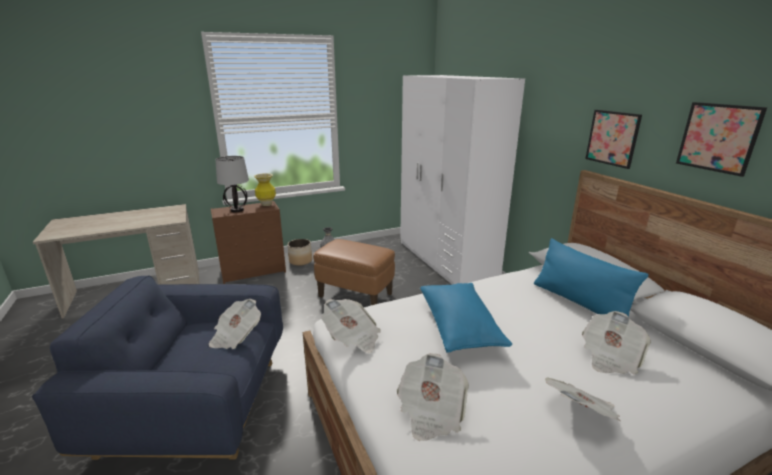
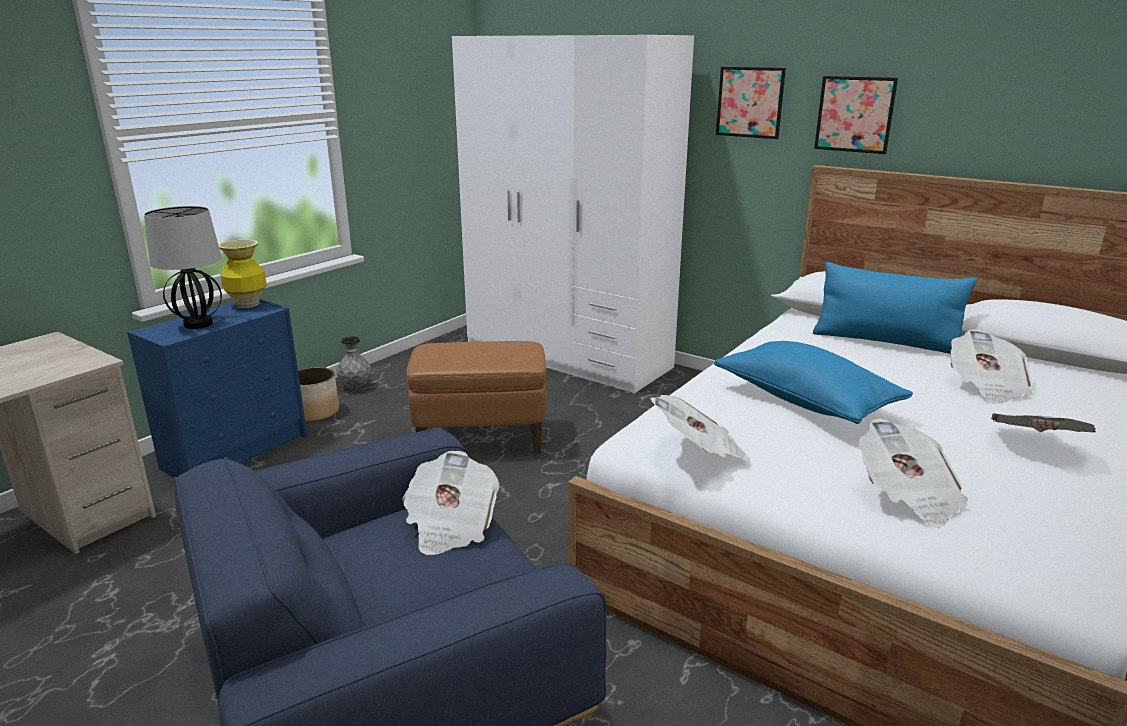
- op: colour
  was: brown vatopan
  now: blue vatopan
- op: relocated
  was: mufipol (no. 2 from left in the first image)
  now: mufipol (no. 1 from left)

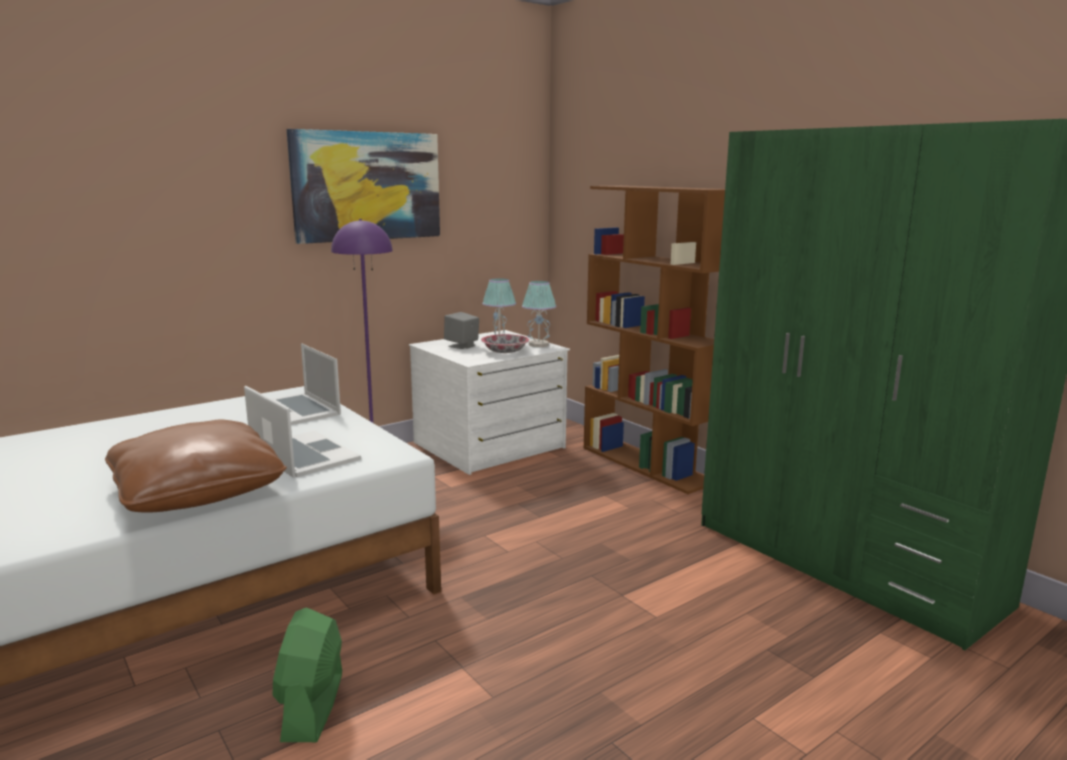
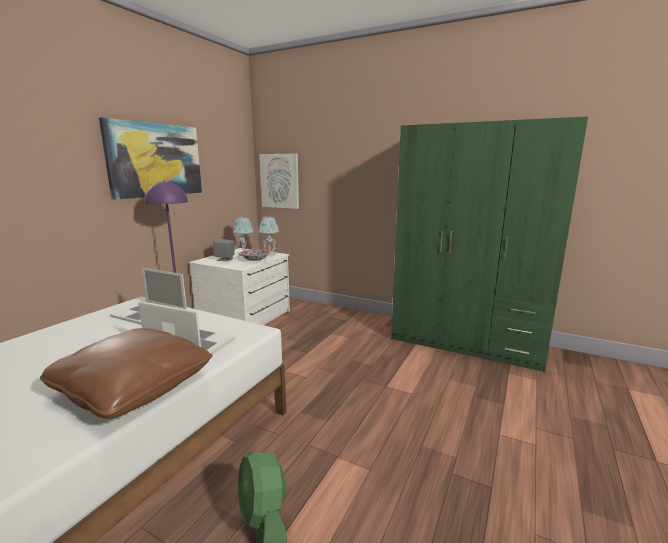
- op: missing
  was: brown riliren
- op: appeared
  now: mufipol (no. 2 from left)

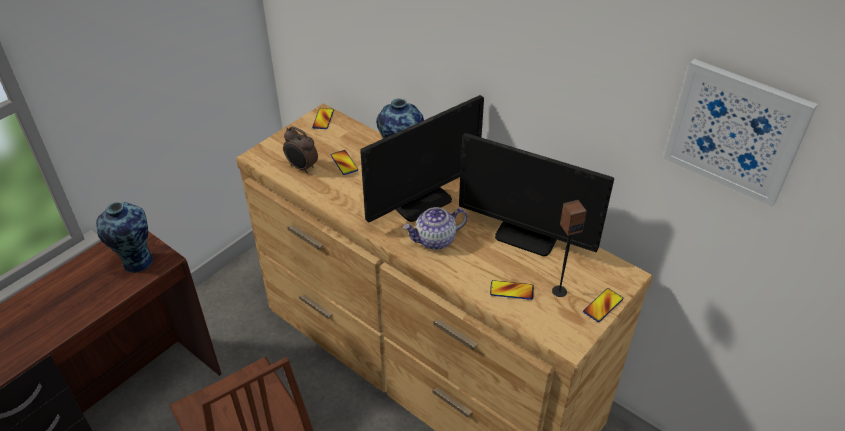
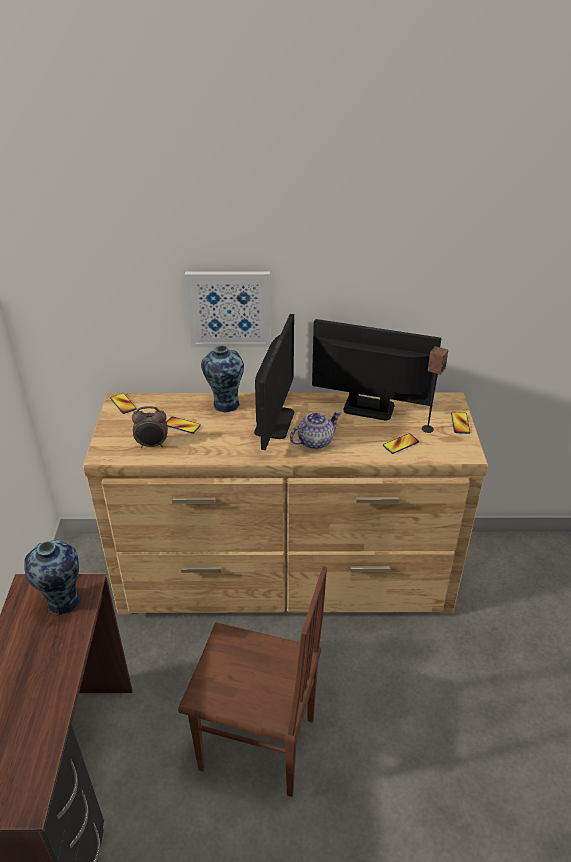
- op: spun
  was: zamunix
  clockwise: -150
- op: spun
  was: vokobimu (no. 2 from left)
  clockwise: -150
- op: relocated
  was: mufipol

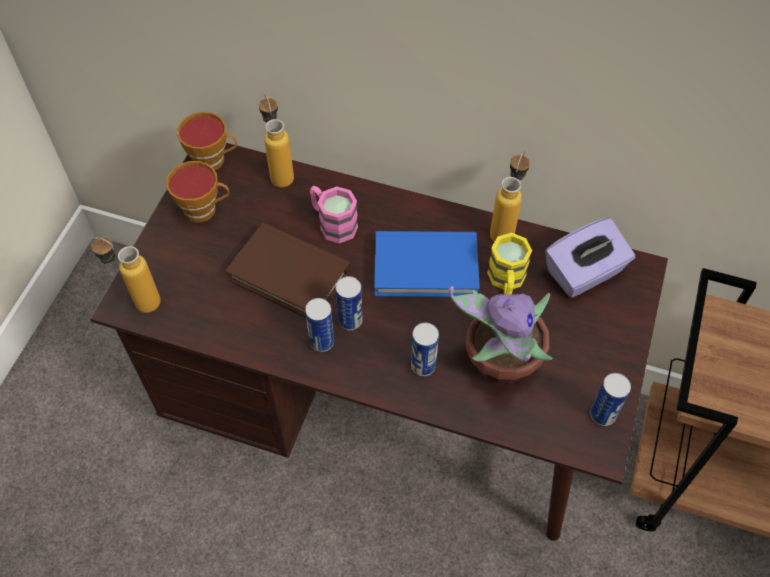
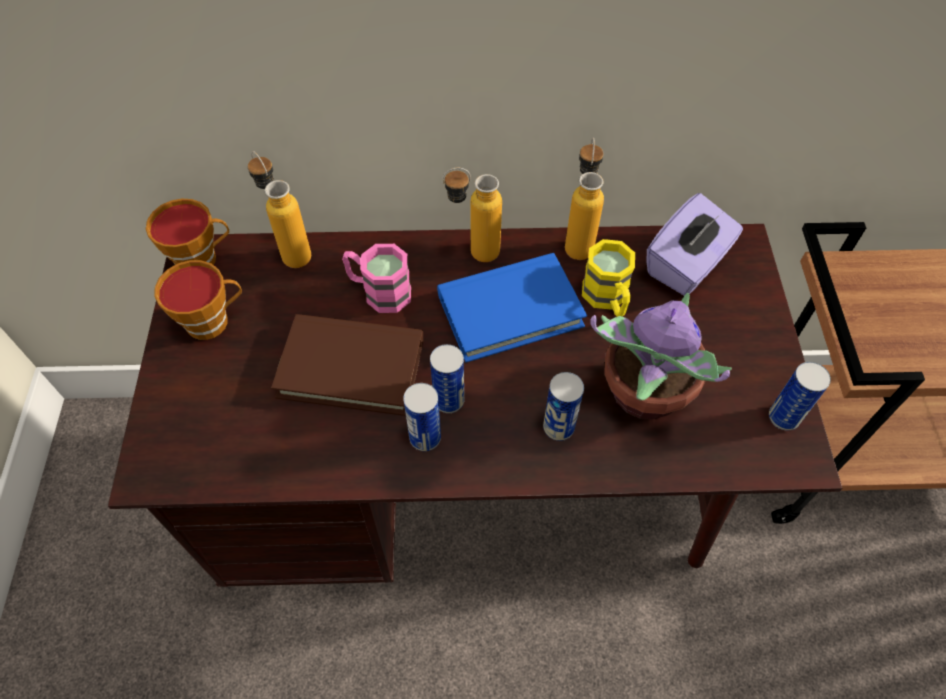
- op: relocated
  was: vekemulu (no. 1 from left in the first image)
  now: vekemulu (no. 2 from left)

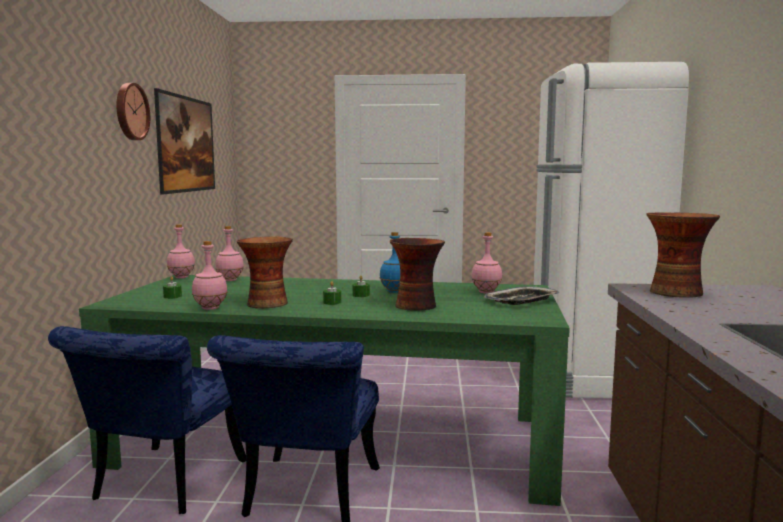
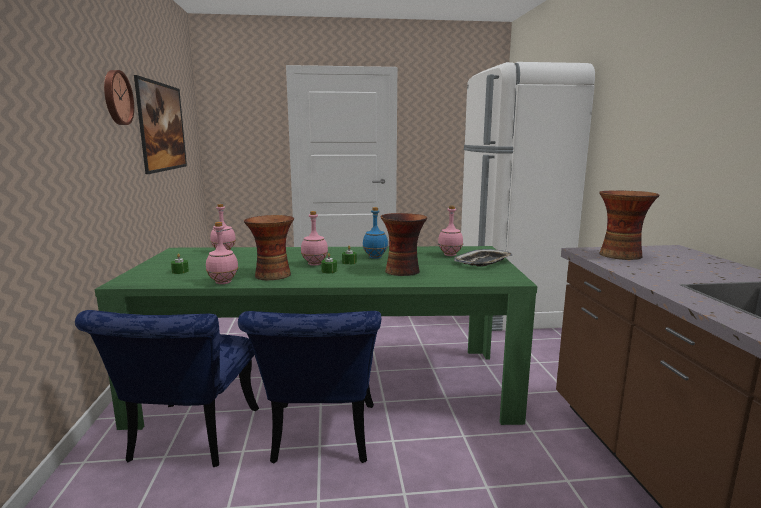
- op: relocated
  was: pink vekemulu (no. 1 from left in the first image)
  now: pink vekemulu (no. 3 from left)

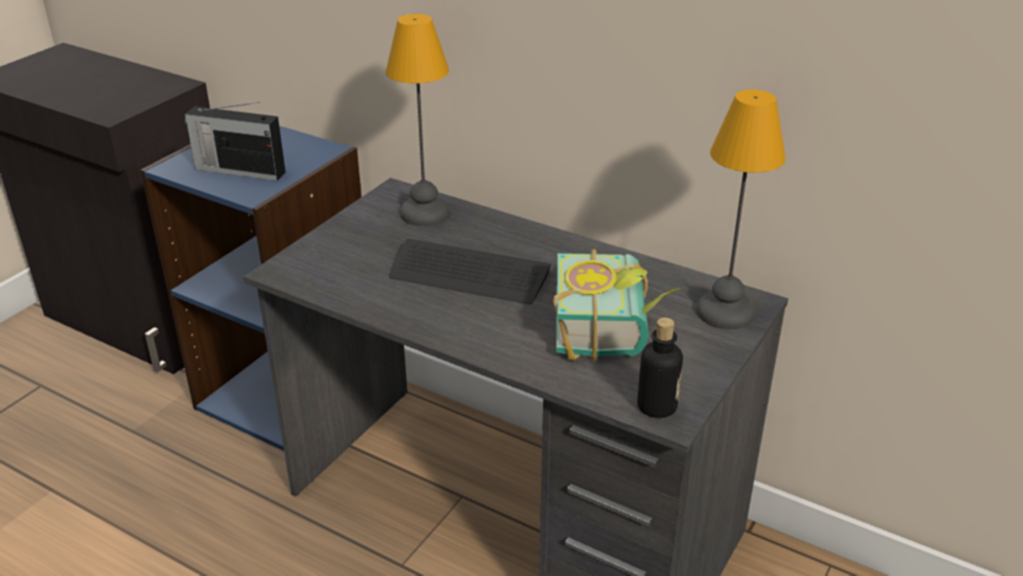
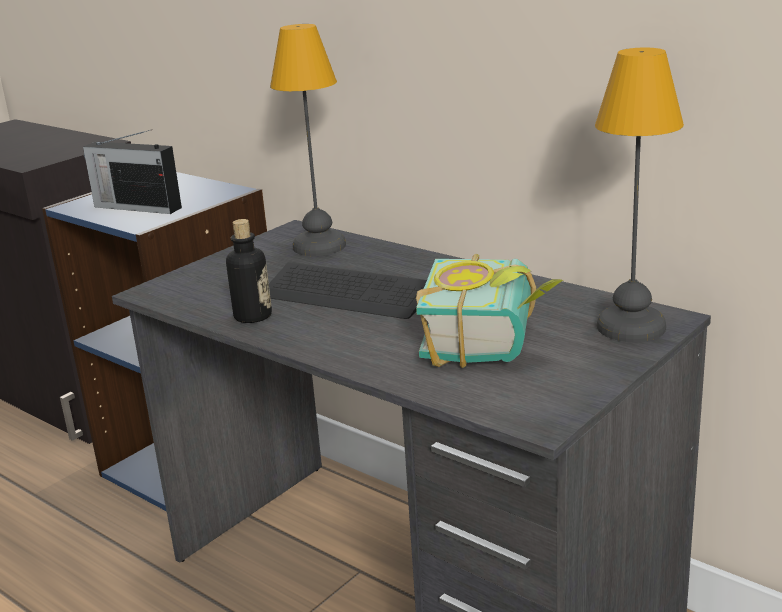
- op: relocated
  was: vekemulu

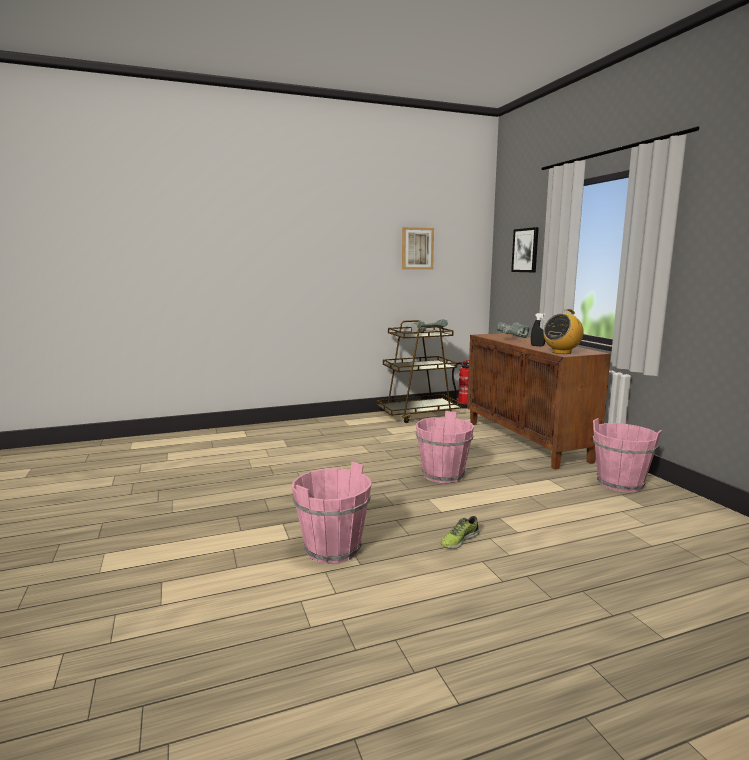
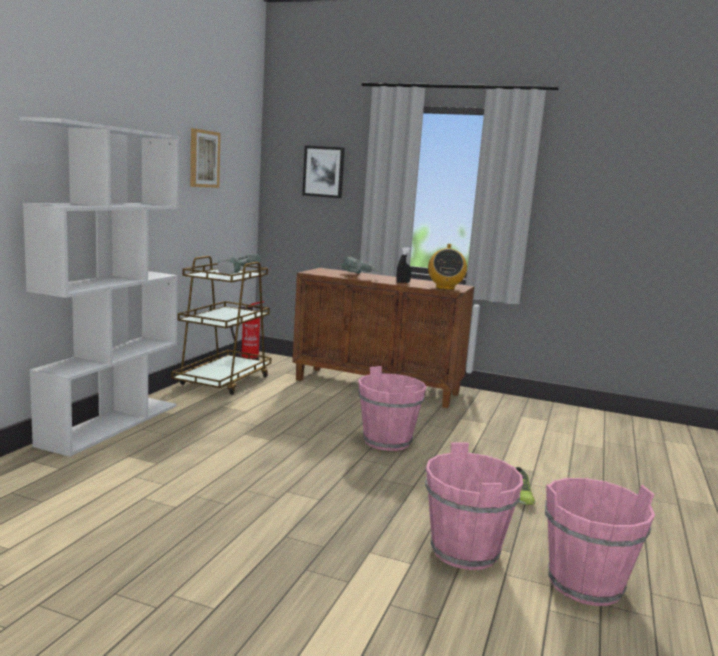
- op: relocated
  was: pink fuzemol (no. 3 from left)
- op: appeared
  now: white riliren

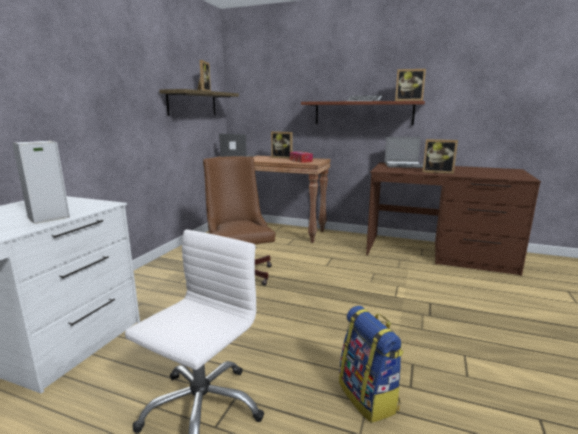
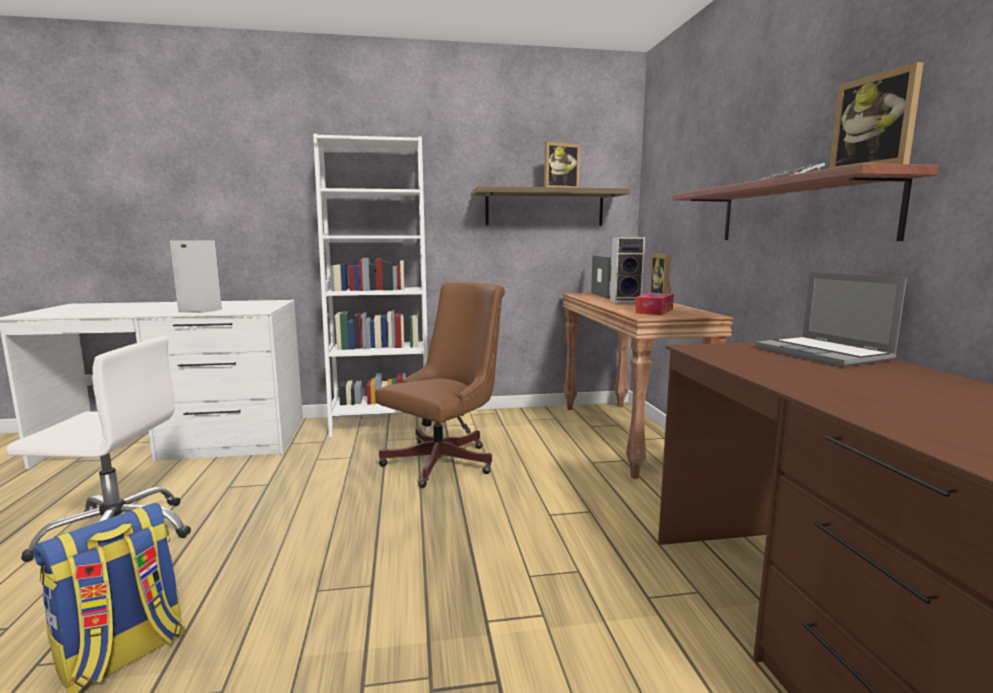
- op: missing
  was: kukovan (no. 4 from left)
- op: appeared
  now: white riliren
- op: appeared
  now: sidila (no. 2 from left)

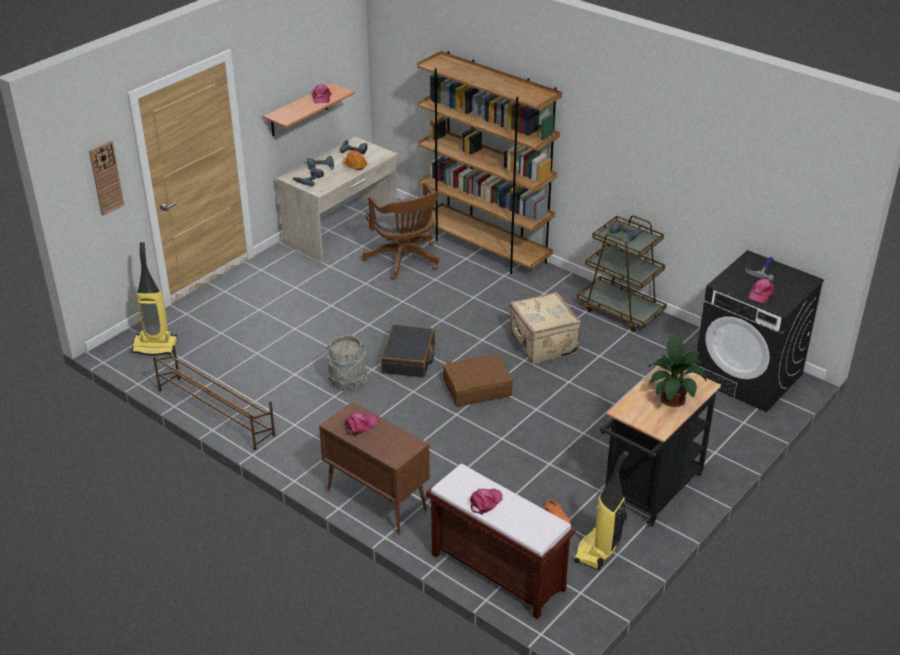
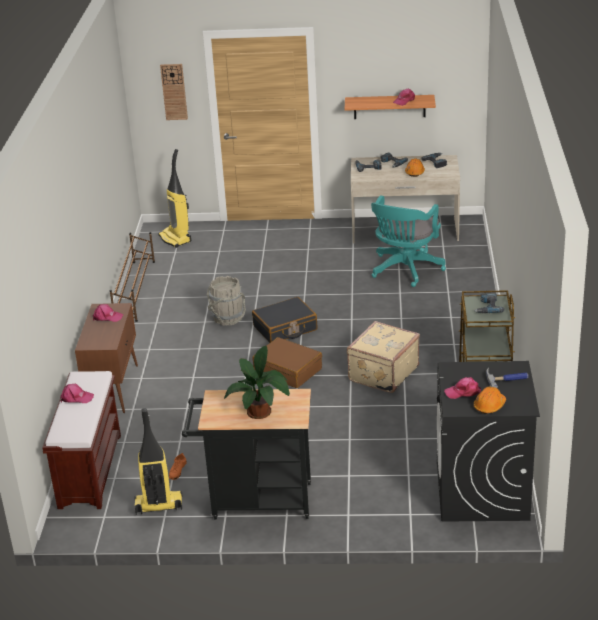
- op: colour
  was: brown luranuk
  now: turquoise luranuk
- op: missing
  was: brown riliren
- op: appeared
  now: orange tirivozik (no. 2 from left)

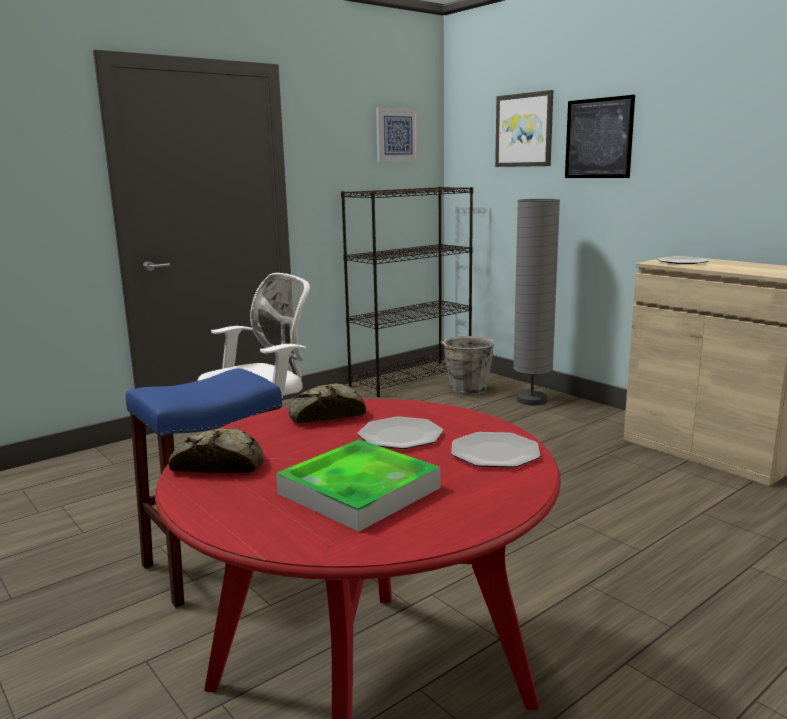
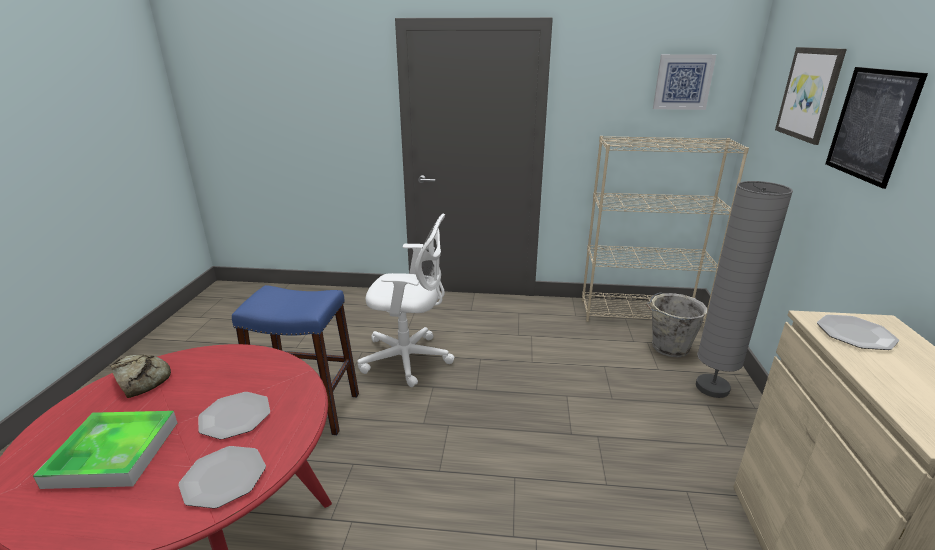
- op: missing
  was: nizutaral (no. 2 from left)
- op: colour
  was: black riliren
  now: beige riliren

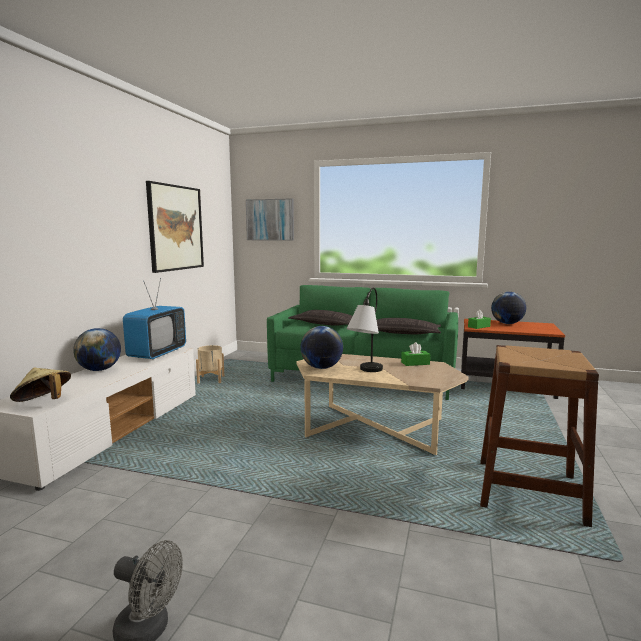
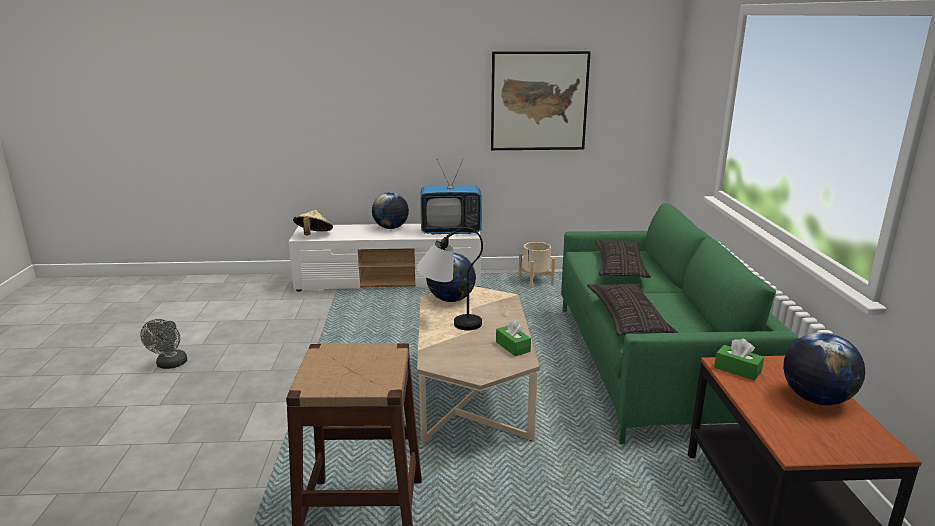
- op: missing
  was: mufipol (no. 2 from left)

